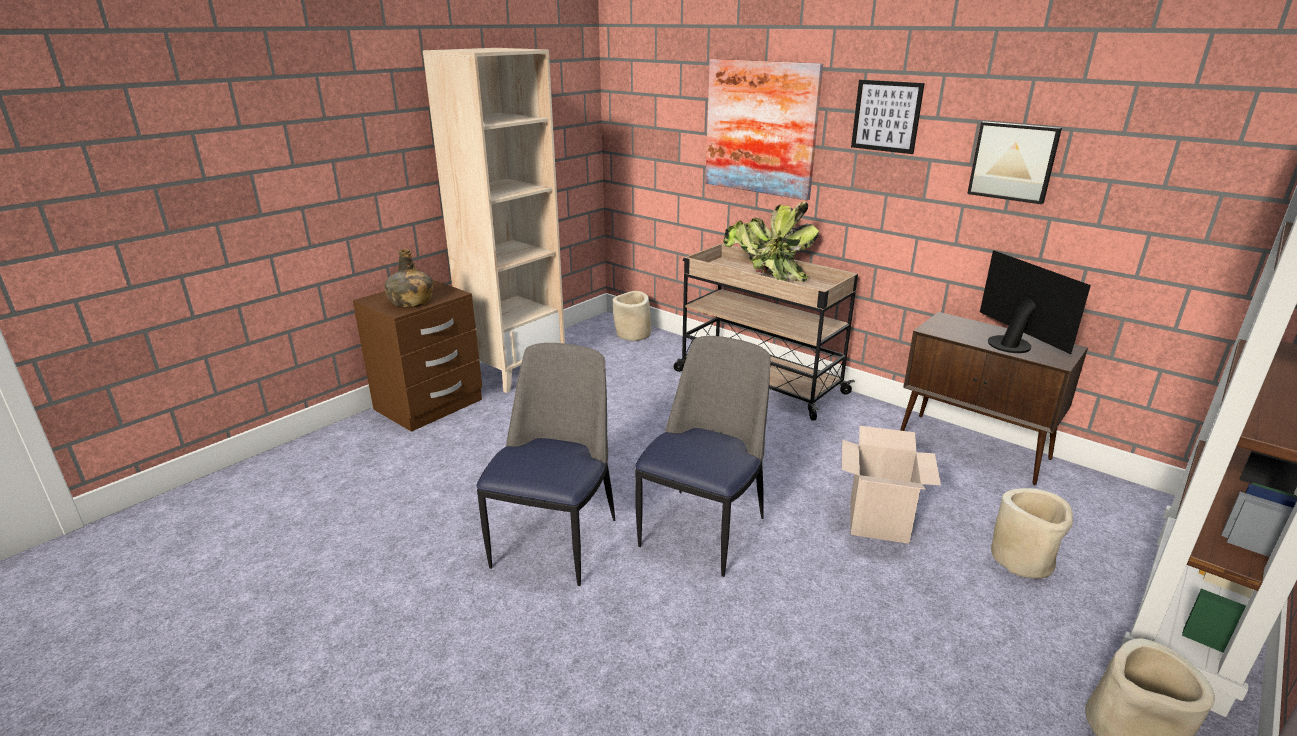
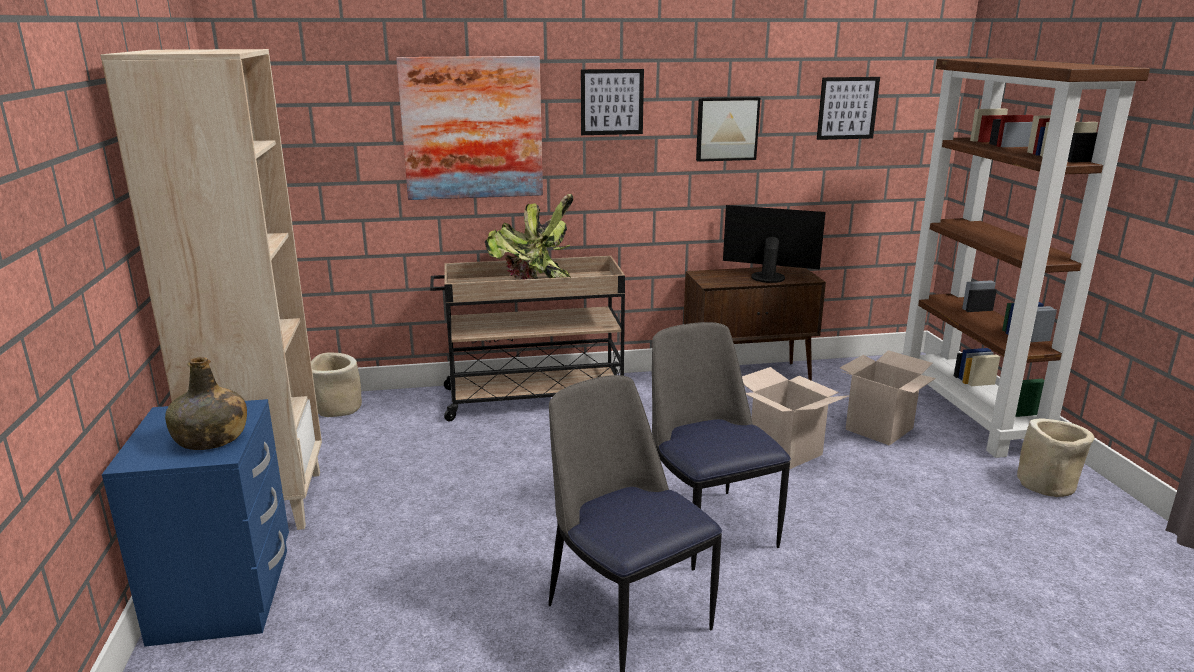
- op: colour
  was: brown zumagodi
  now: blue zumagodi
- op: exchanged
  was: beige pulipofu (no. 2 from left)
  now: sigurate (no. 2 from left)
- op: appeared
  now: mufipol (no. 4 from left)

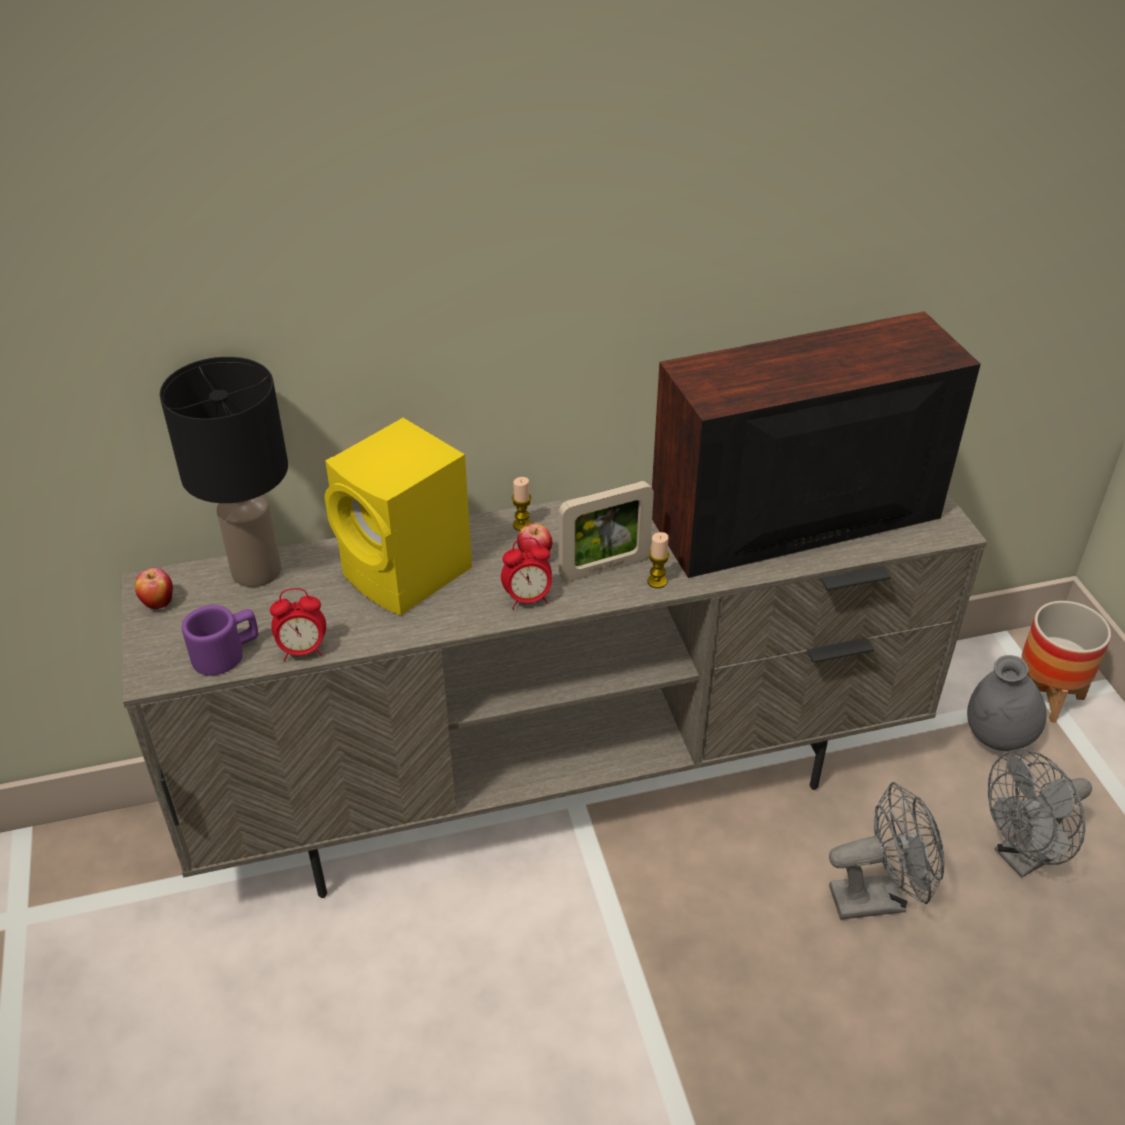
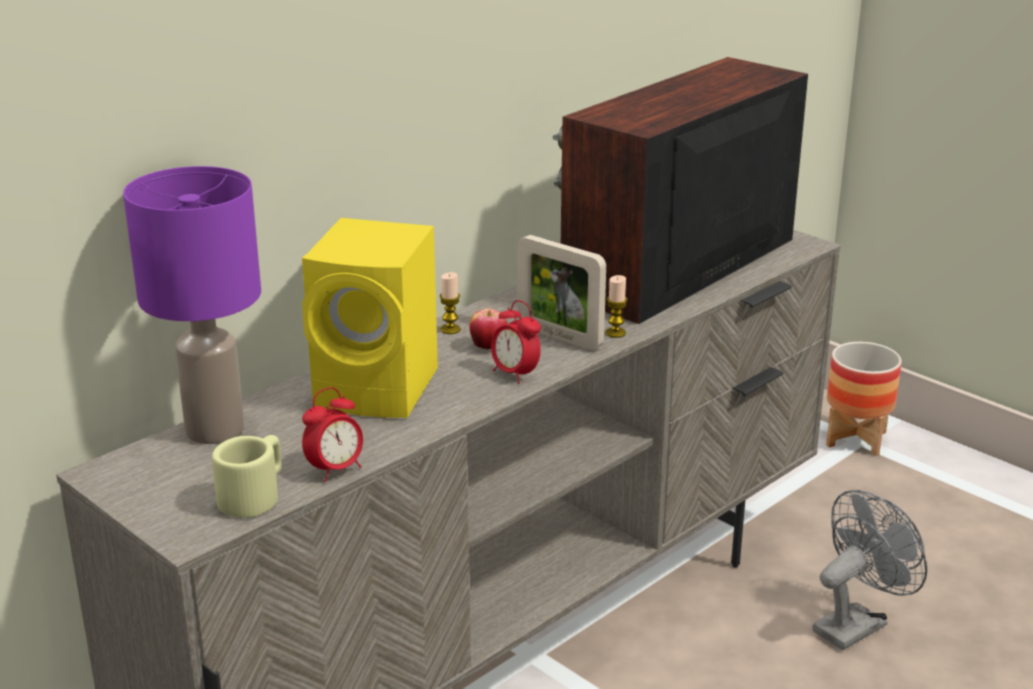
- op: missing
  was: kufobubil (no. 1 from left)
- op: colour
  was: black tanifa
  now: purple tanifa
- op: colour
  was: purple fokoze
  now: beige fokoze
- op: spun
  was: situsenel (no. 2 from left)
  clockwise: 90
- op: spun
  was: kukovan
  clockwise: 90
- op: missing
  was: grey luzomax
- op: missing
  was: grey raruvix (no. 2 from left)

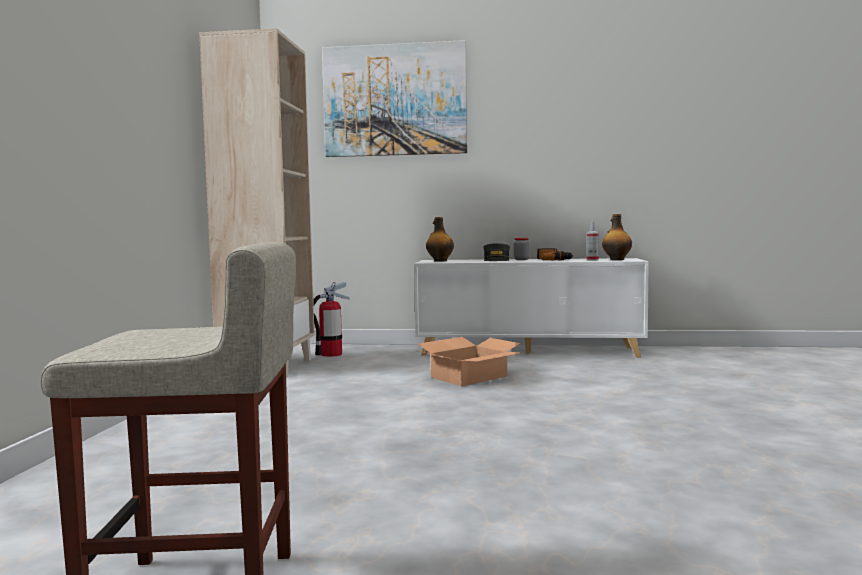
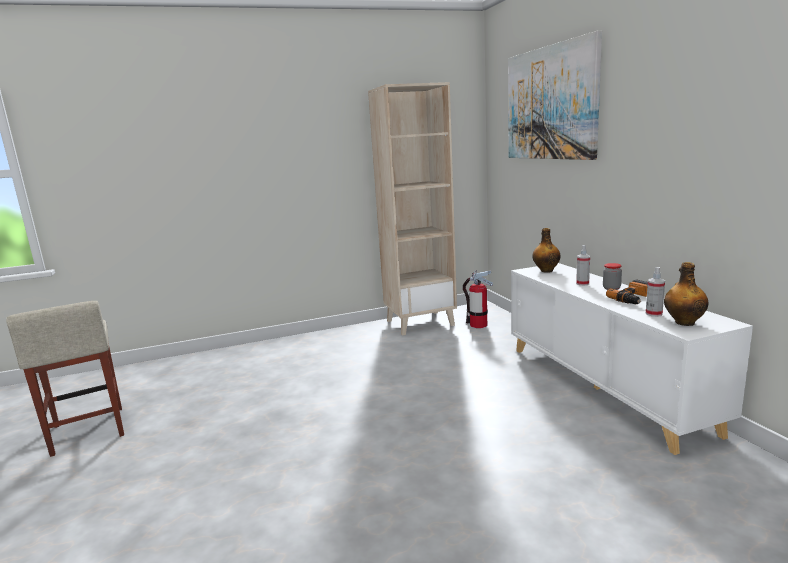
- op: missing
  was: sigurate
- op: exchanged
  was: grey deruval
  now: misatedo (no. 1 from left)

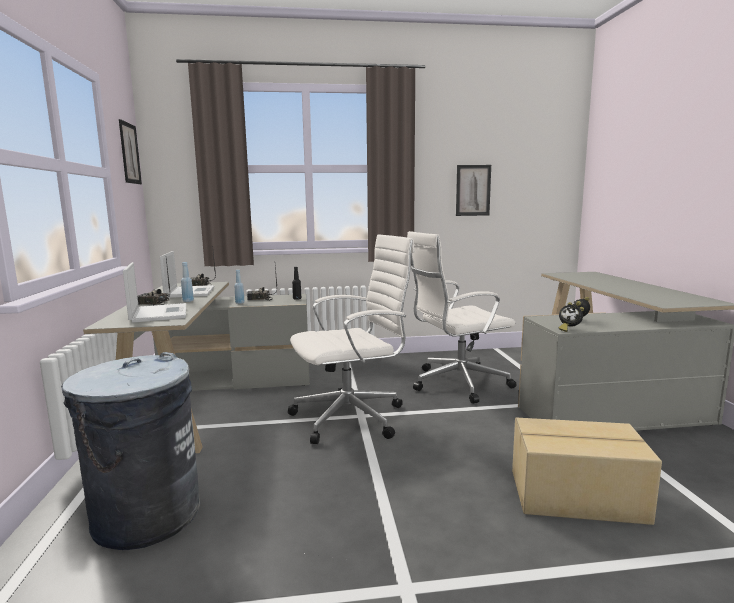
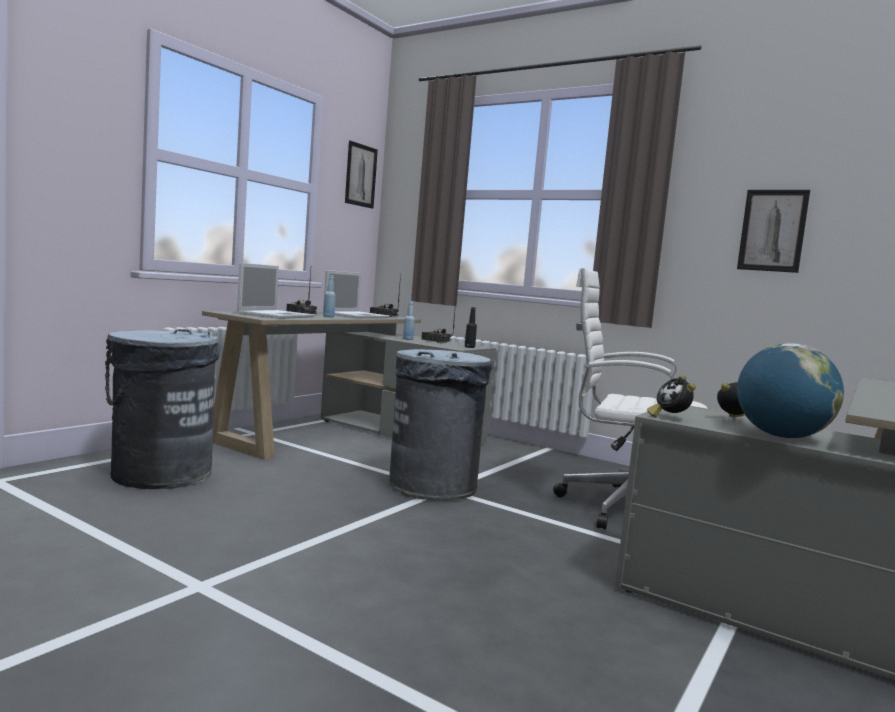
- op: exchanged
  was: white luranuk (no. 1 from left)
  now: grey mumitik (no. 2 from left)
- op: missing
  was: sigurate
- op: appeared
  now: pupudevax

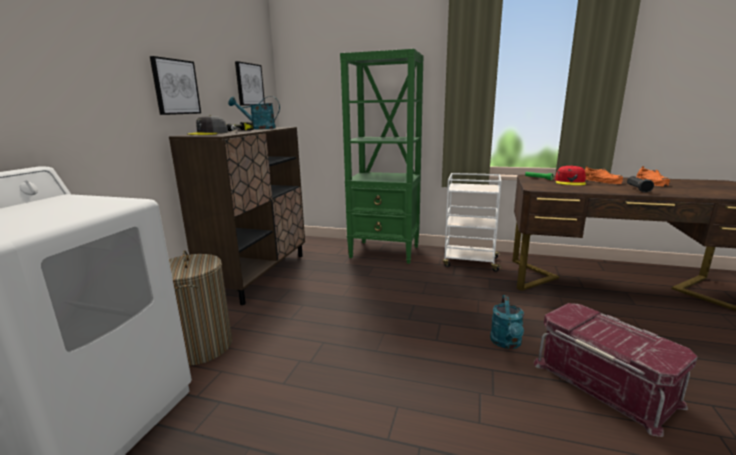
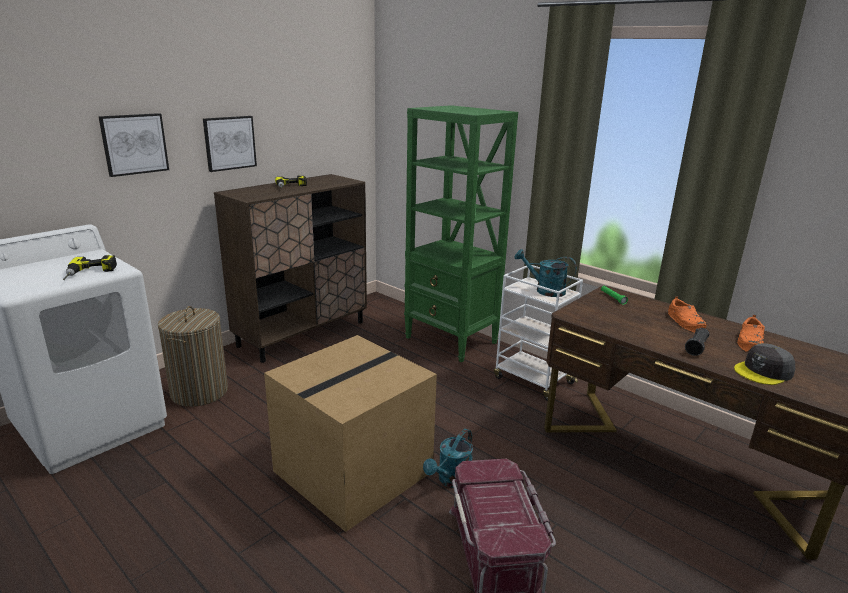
- op: relocated
  was: grey deruval
- op: relocated
  was: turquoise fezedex (no. 1 from left in the first image)
  now: turquoise fezedex (no. 2 from left)
- op: relocated
  was: mufipol (no. 2 from left in the first image)
  now: mufipol (no. 1 from left)
- op: missing
  was: red deruval
- op: appeared
  now: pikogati (no. 1 from left)
- op: appeared
  now: sigurate

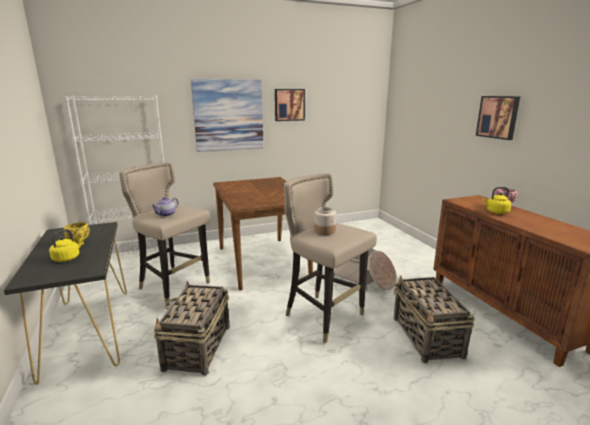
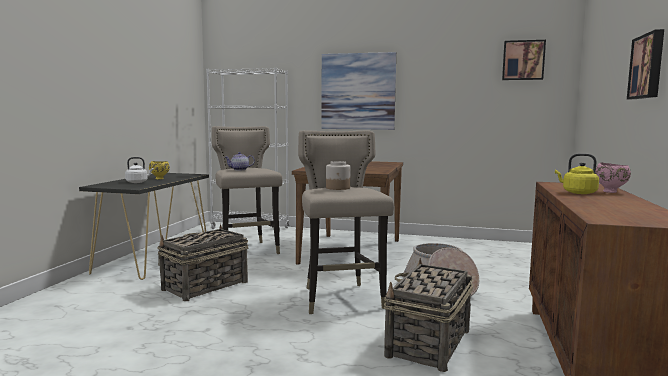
- op: colour
  was: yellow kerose (no. 1 from left)
  now: white kerose
- op: relocated
  was: mufipol (no. 2 from left)

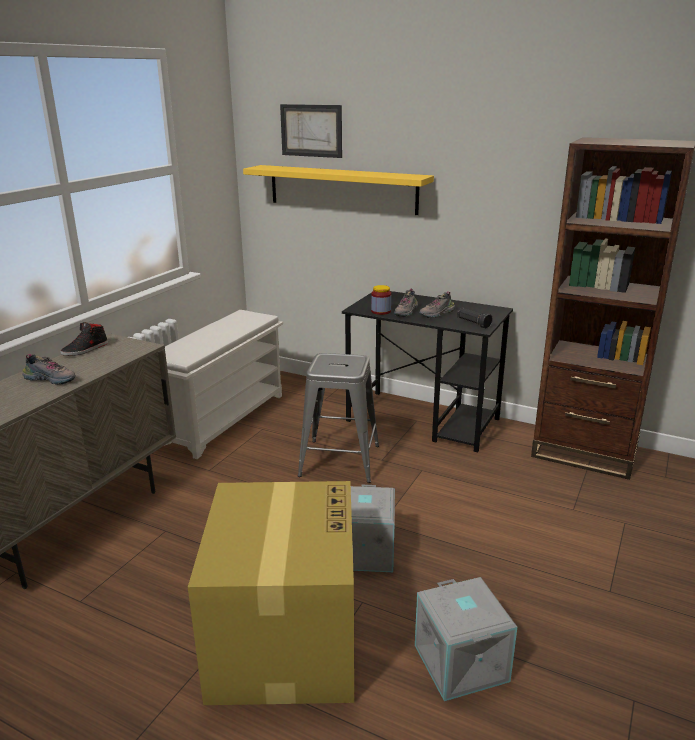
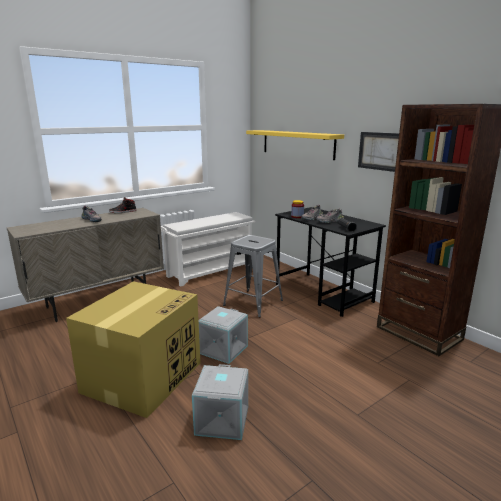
- op: relocated
  was: mufipol

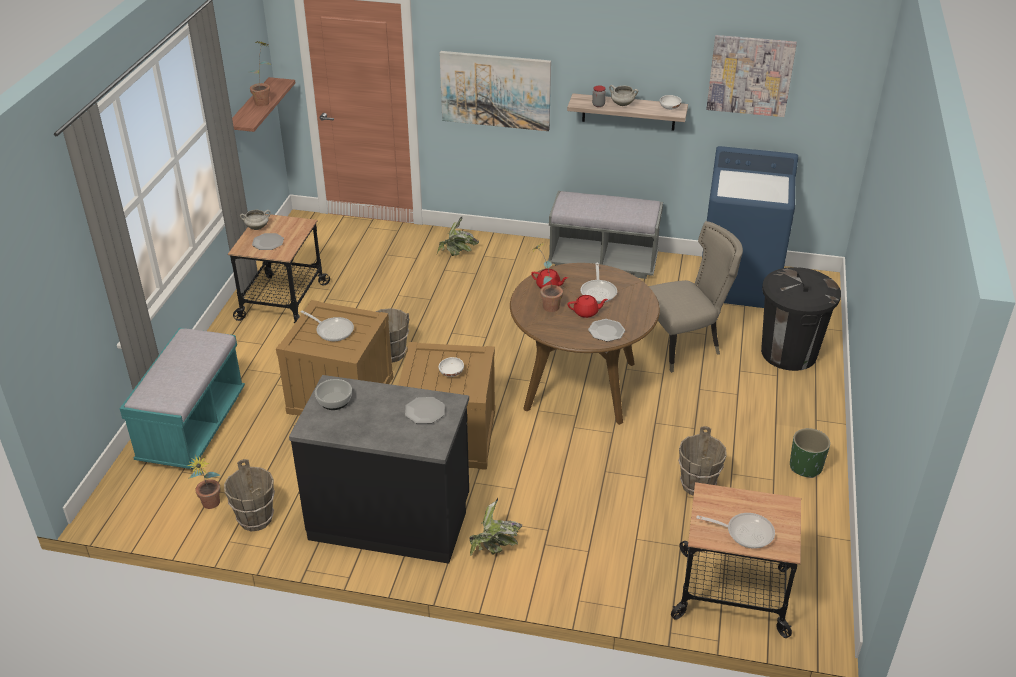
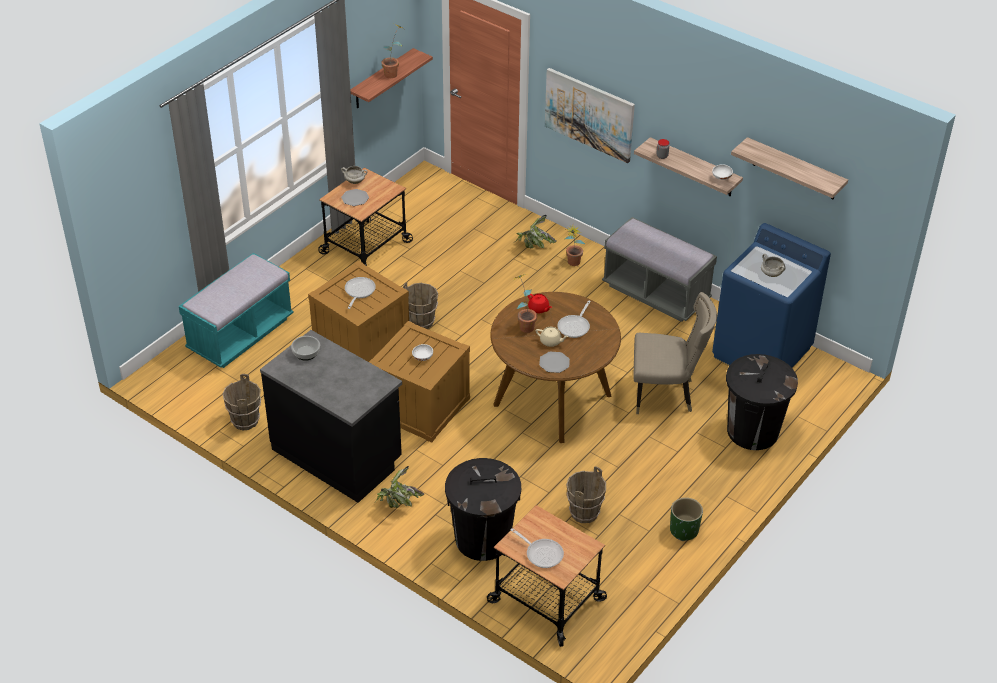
- op: relocated
  was: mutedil (no. 1 from left in the first image)
  now: mutedil (no. 5 from left)
- op: spun
  was: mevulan (no. 1 from left)
  clockwise: -135
- op: missing
  was: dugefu (no. 2 from left)
- op: colour
  was: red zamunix (no. 2 from left)
  now: beige zamunix
- op: relocated
  was: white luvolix (no. 2 from left)
- op: exchanged
  was: mufipol (no. 2 from left)
  now: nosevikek (no. 3 from left)
- op: appeared
  now: black mumitik (no. 1 from left)

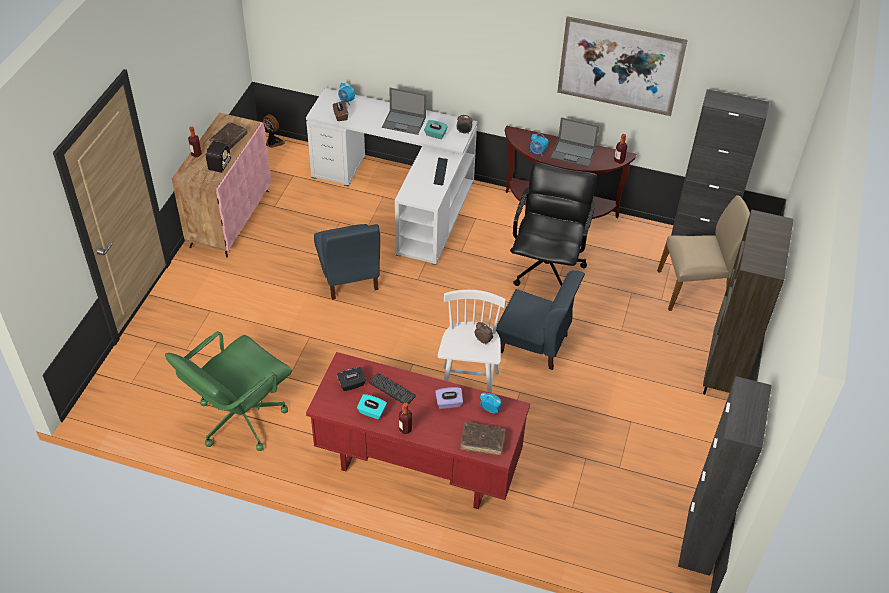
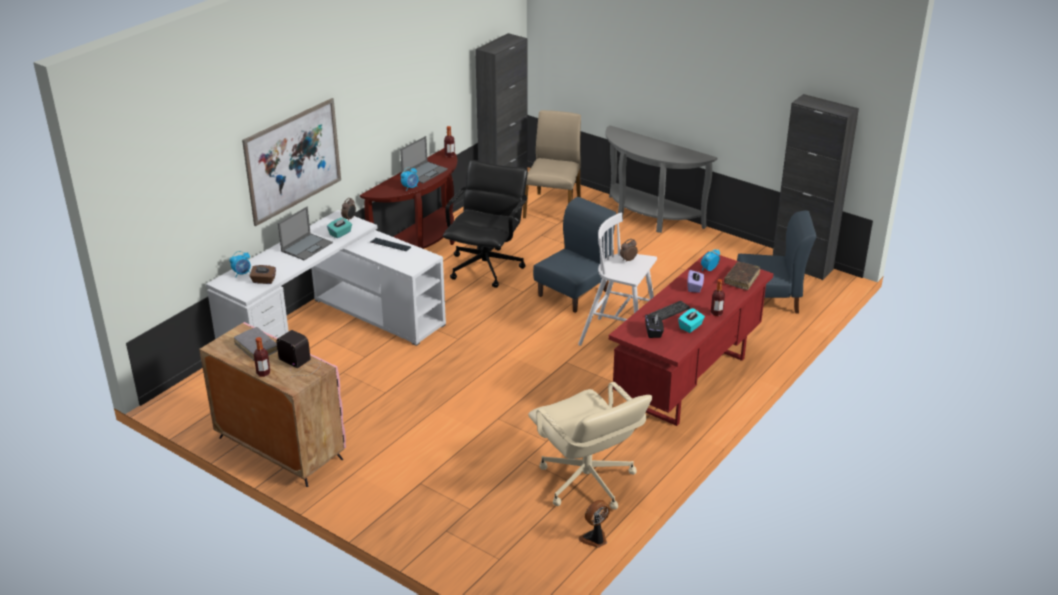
- op: colour
  was: green luranuk
  now: beige luranuk
- op: colour
  was: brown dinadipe (no. 1 from left)
  now: grey dinadipe
- op: relocated
  was: raruvix
- op: relocated
  was: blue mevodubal (no. 1 from left in the first image)
  now: blue mevodubal (no. 2 from left)
- op: spun
  was: black luranuk
  clockwise: 75
- op: relocated
  was: mufipol
- op: exchanged
  was: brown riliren
  now: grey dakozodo

